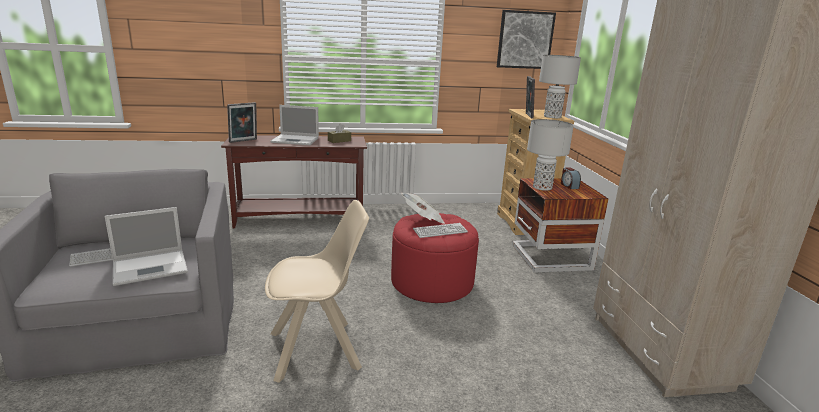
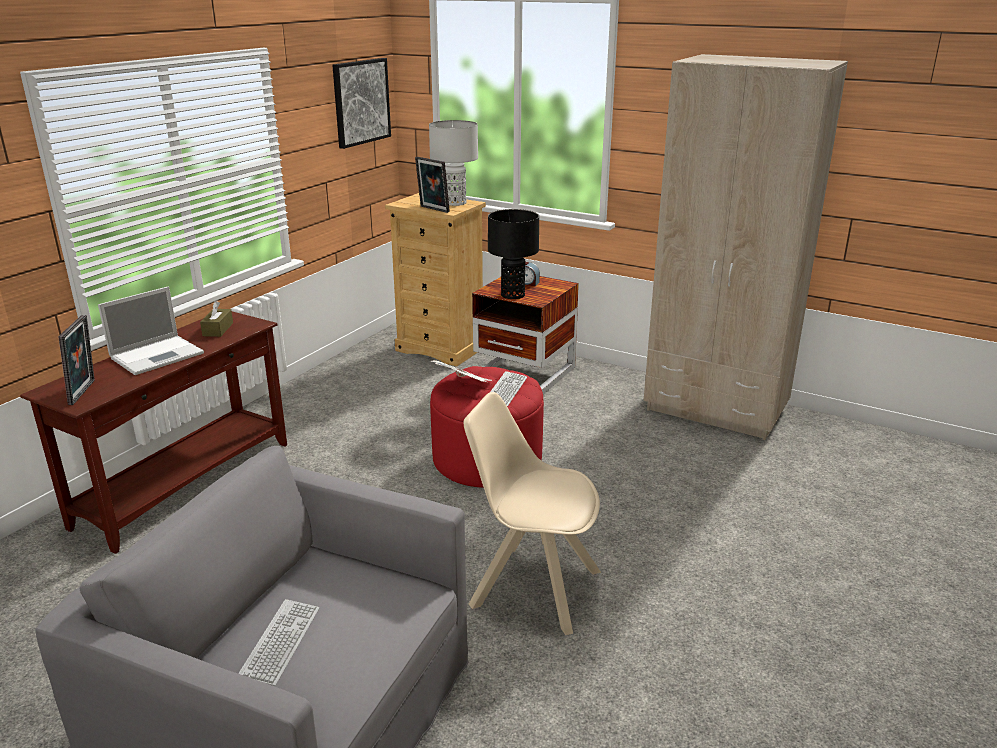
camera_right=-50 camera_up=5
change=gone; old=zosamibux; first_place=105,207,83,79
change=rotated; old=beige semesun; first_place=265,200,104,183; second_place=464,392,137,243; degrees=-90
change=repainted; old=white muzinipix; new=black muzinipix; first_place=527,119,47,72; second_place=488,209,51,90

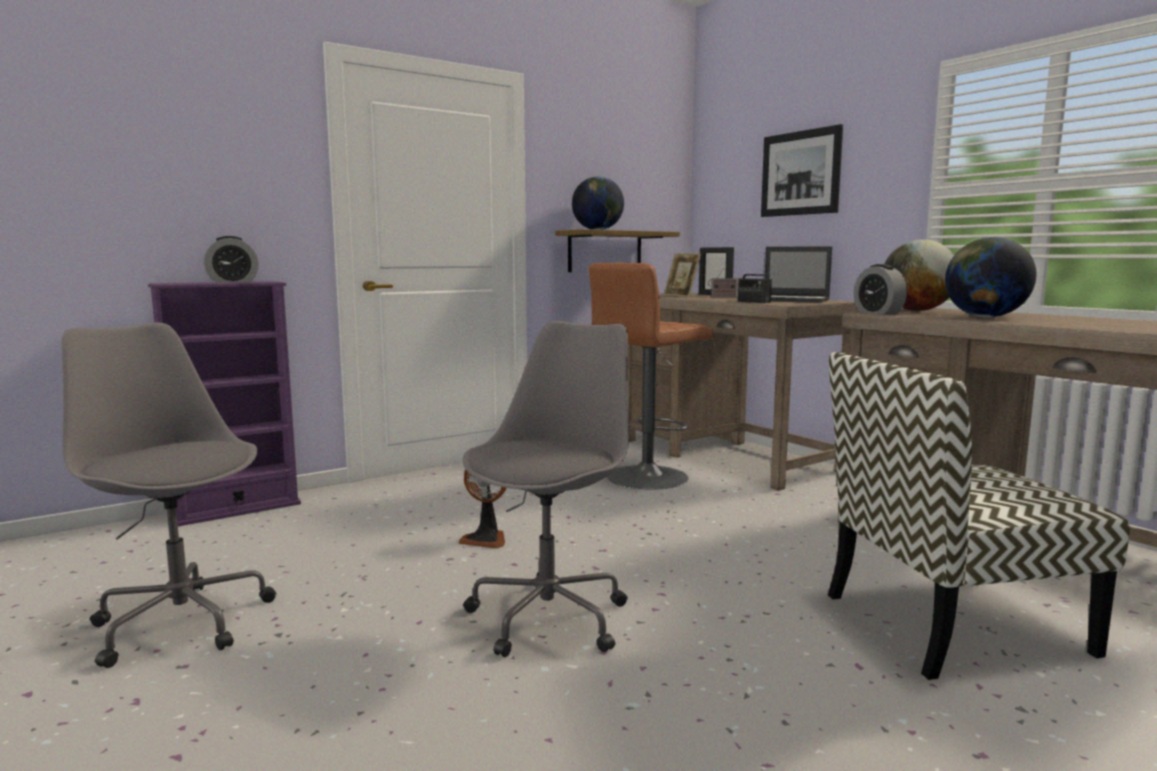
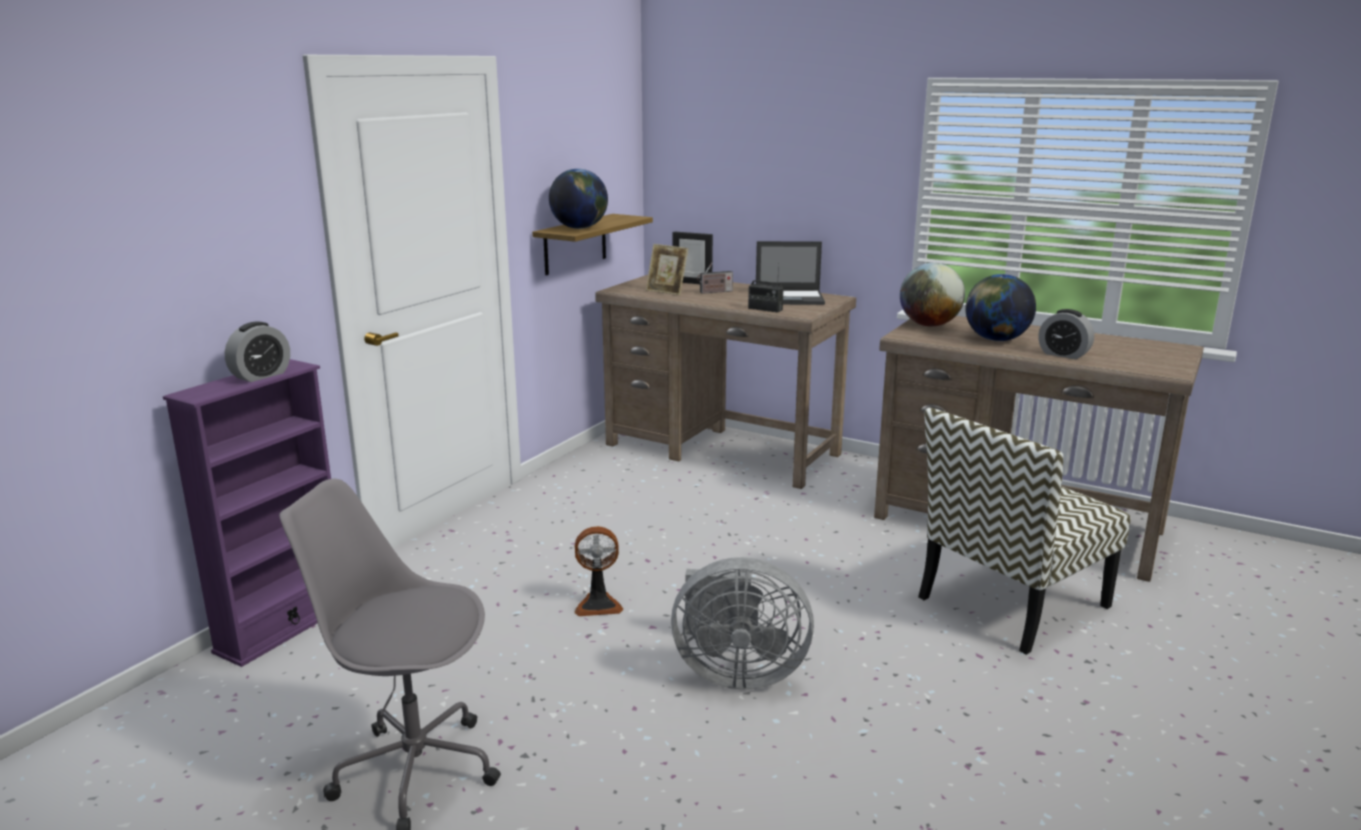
camera_right=-25 camera_up=10
change=swapped; old=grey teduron; new=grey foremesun; first_place=463,321,166,336; second_place=671,557,143,133
change=gone; old=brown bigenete; first_place=589,263,124,227
change=gone; old=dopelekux; first_place=761,124,82,93
change=shifted; old=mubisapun; first_place=853,264,54,50; second_place=1038,309,56,50

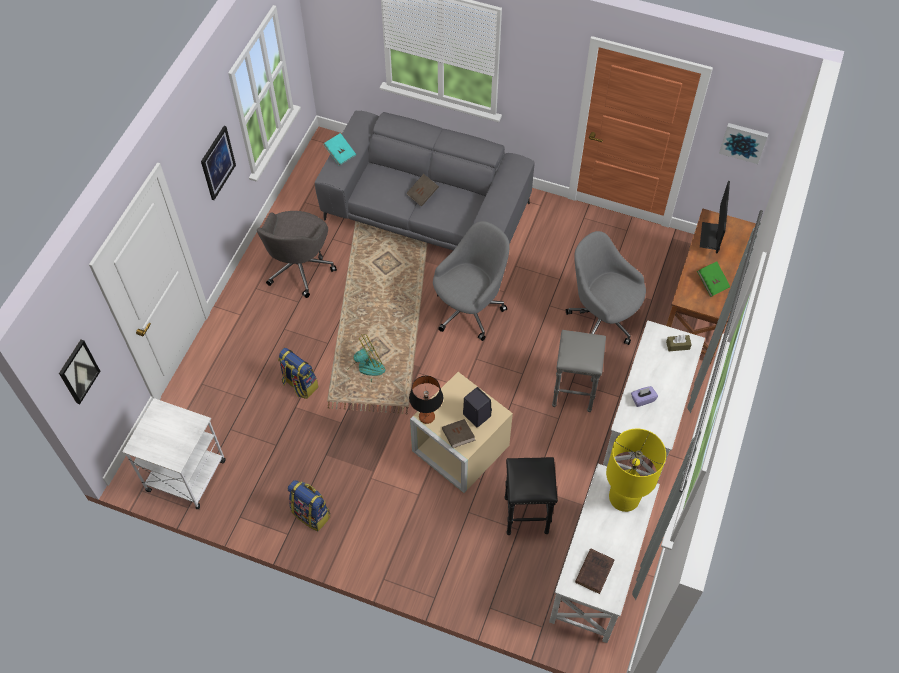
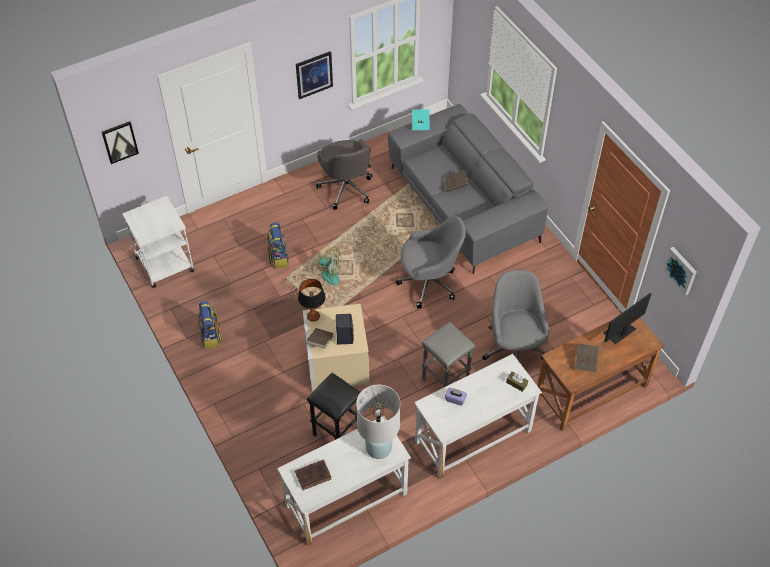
camera_right=40 camera_up=-5
change=rotated; old=grey teduron; first_place=257,211,80,87; second_place=316,139,56,71; degrees=-75
change=repainted; old=yellow muzinipix; new=white muzinipix; first_place=606,429,60,83; second_place=356,385,45,74
change=repainted; old=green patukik; new=brown patukik; first_place=697,261,33,36; second_place=575,343,24,29

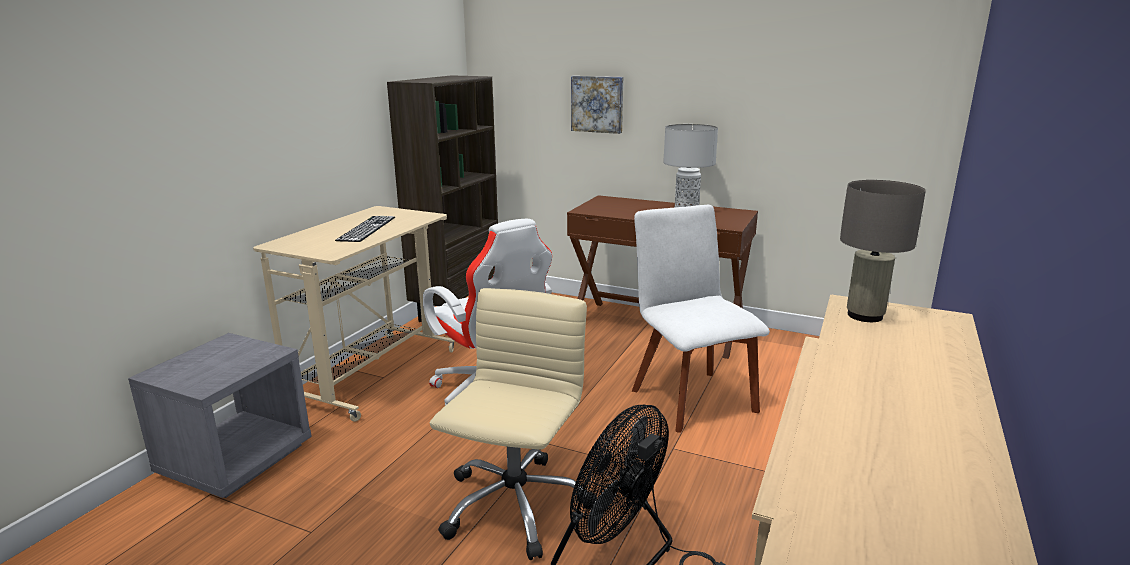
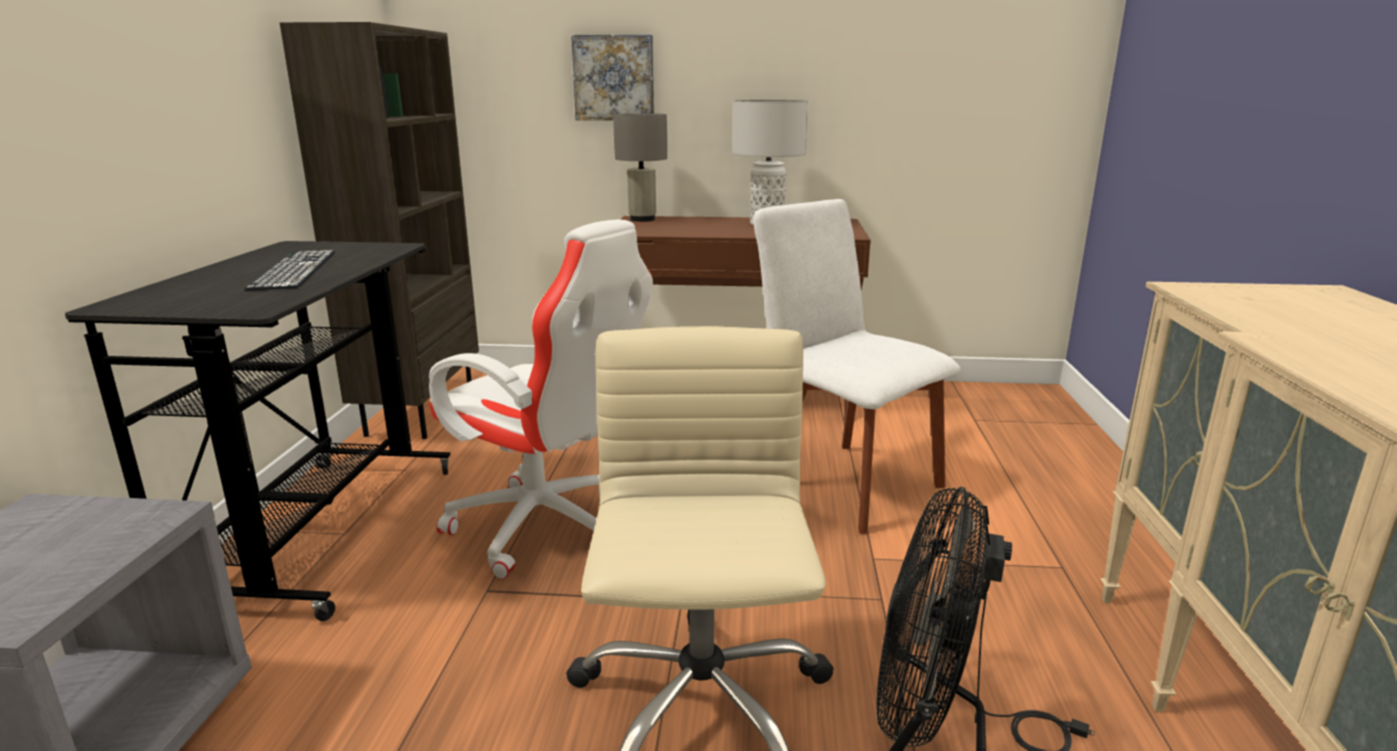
camera_right=-20 camera_up=0
change=repainted; old=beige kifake; new=black kifake; first_place=253,206,201,216; second_place=65,241,385,380
change=shifted; old=grey muzinipix; first_place=840,180,86,142; second_place=613,113,54,109

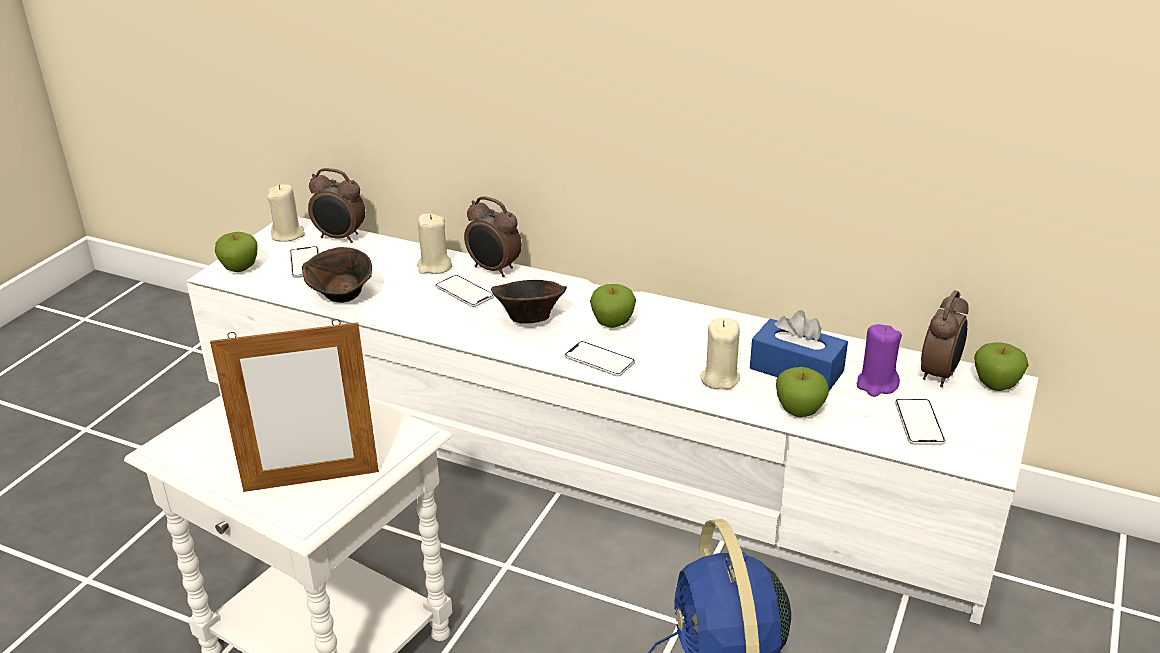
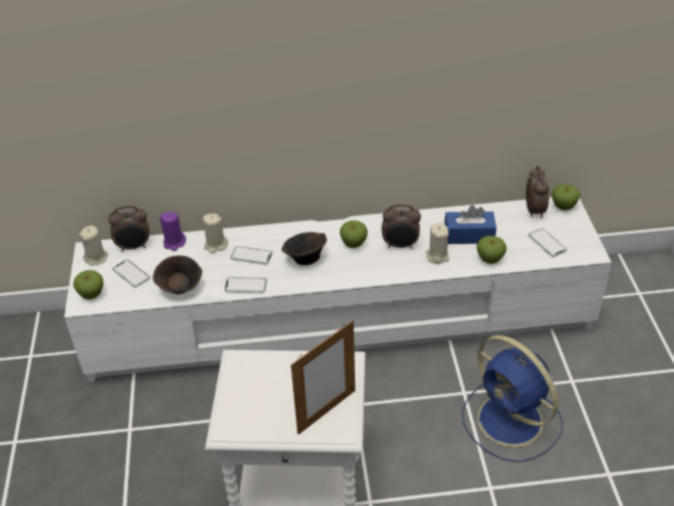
camera_right=-30 camera_up=10
change=shifted; old=mubisapun; first_place=464,196,58,81; second_place=382,204,39,45
change=shifted; old=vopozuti; first_place=564,341,71,35; second_place=225,277,42,16
change=shifted; old=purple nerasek; first_place=857,324,45,73; second_place=160,211,26,40

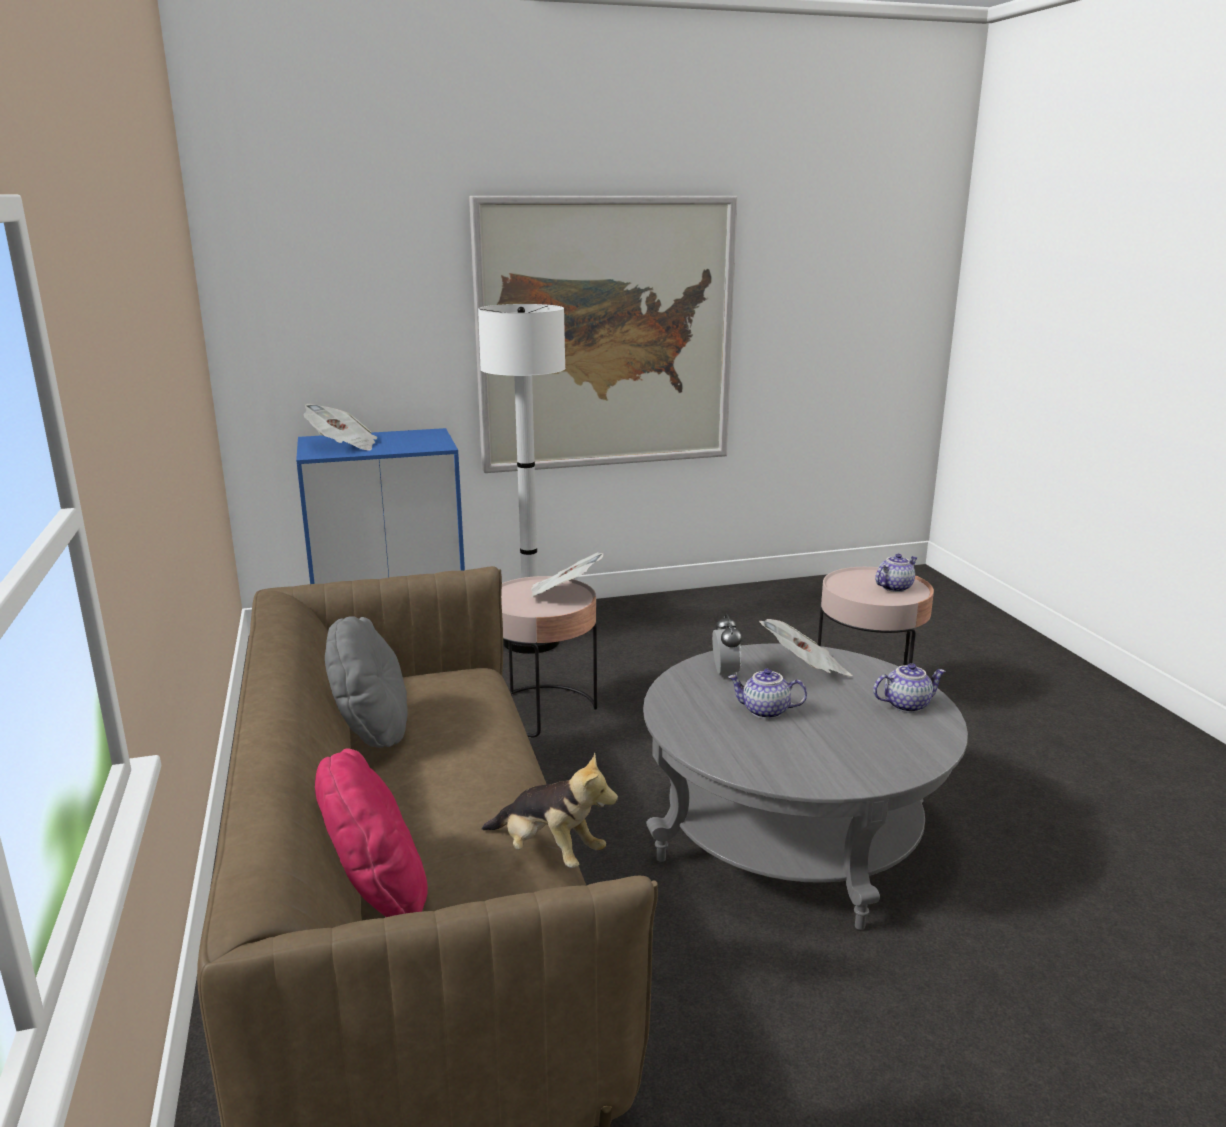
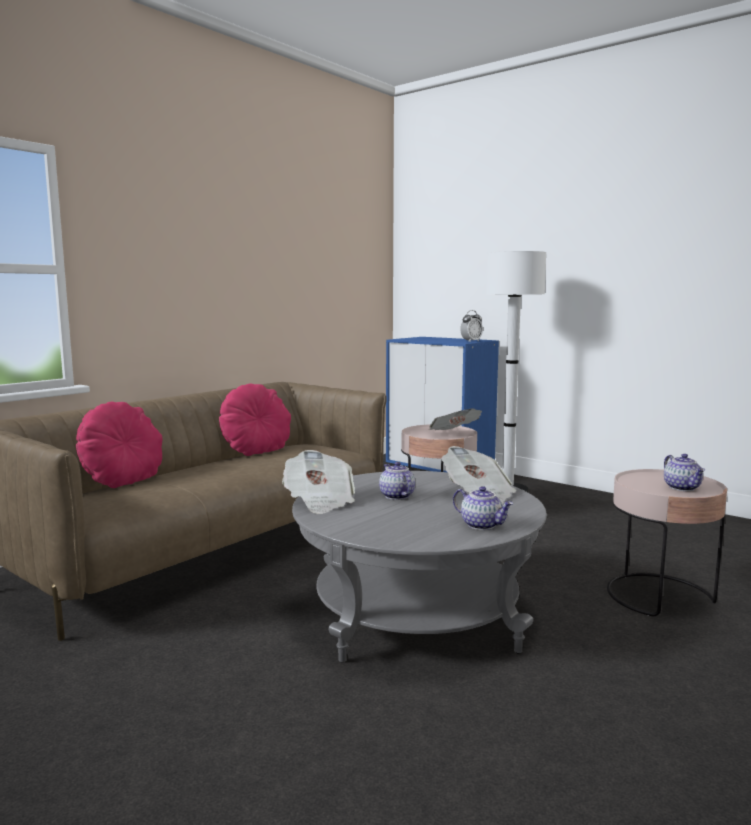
camera_right=55 camera_up=-10
change=shifted; old=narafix; first_place=303,404,74,47; second_place=282,450,73,64
change=repainted; old=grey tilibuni; new=pink tilibuni; first_place=325,616,83,132; second_place=219,384,72,72
change=gone; old=dopelekux; first_place=469,196,269,277
change=gone; old=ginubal; first_place=482,753,136,115
change=shifted; old=mubisapun; first_place=712,613,30,63; second_place=460,310,23,32
change=rotated; old=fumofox; first_place=875,554,43,38; second_place=664,454,41,37; degrees=60

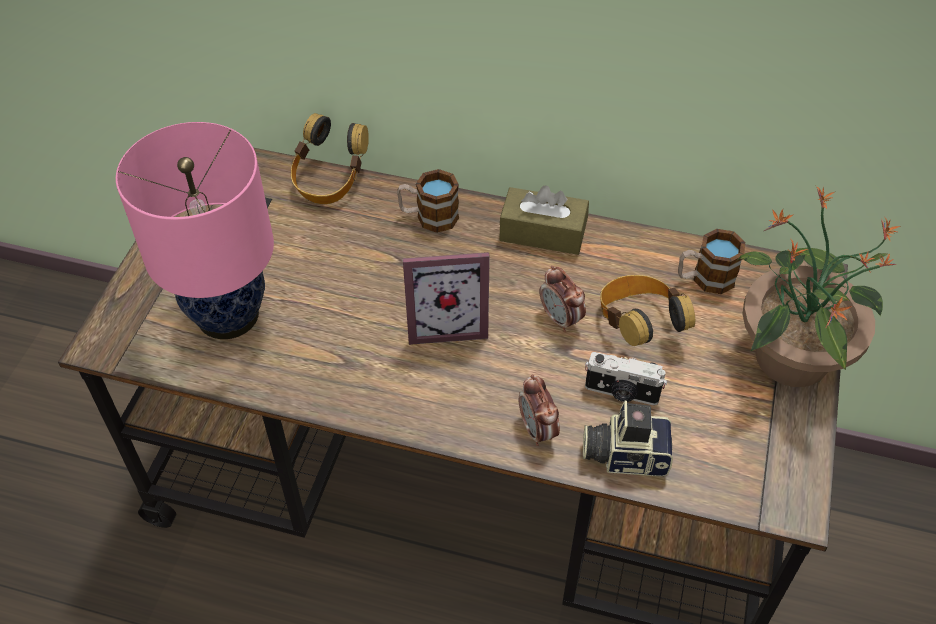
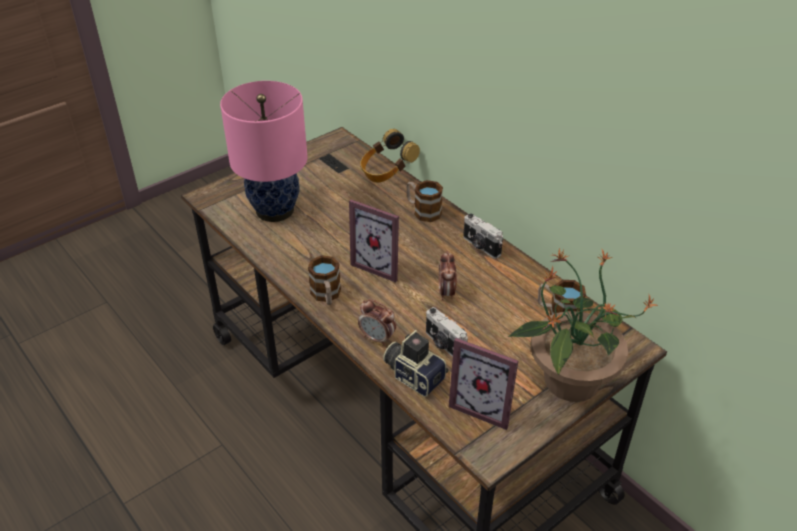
camera_right=35 camera_up=-10
change=swapped; old=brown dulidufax; new=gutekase; first_place=499,185,90,70; second_place=463,213,40,46
change=rotated; old=mubisapun; first_place=519,374,41,72; second_place=358,299,38,47; degrees=-75
change=gone; old=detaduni; first_place=600,275,95,71
change=new; new=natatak; second_place=308,255,33,50
change=new; new=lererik; second_place=449,338,69,92

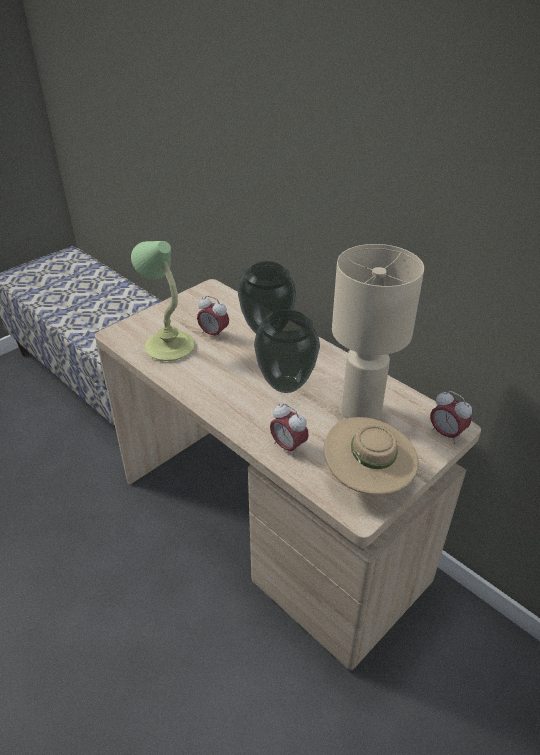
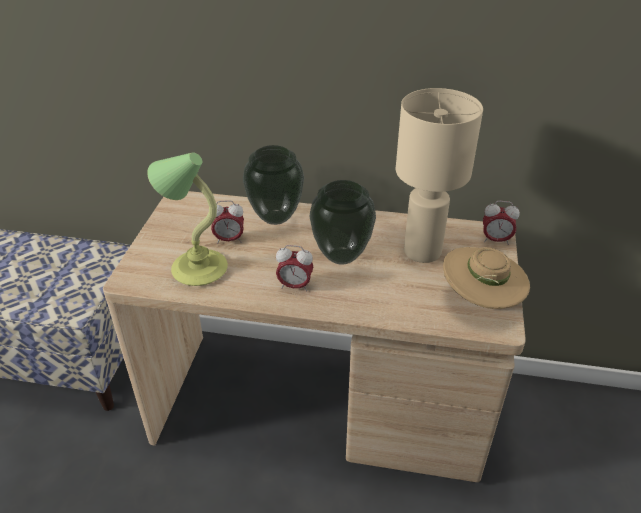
camera_right=-35 camera_up=0
change=shifted; old=mubisapun; first_place=270,403,39,54; second_place=276,245,37,47

